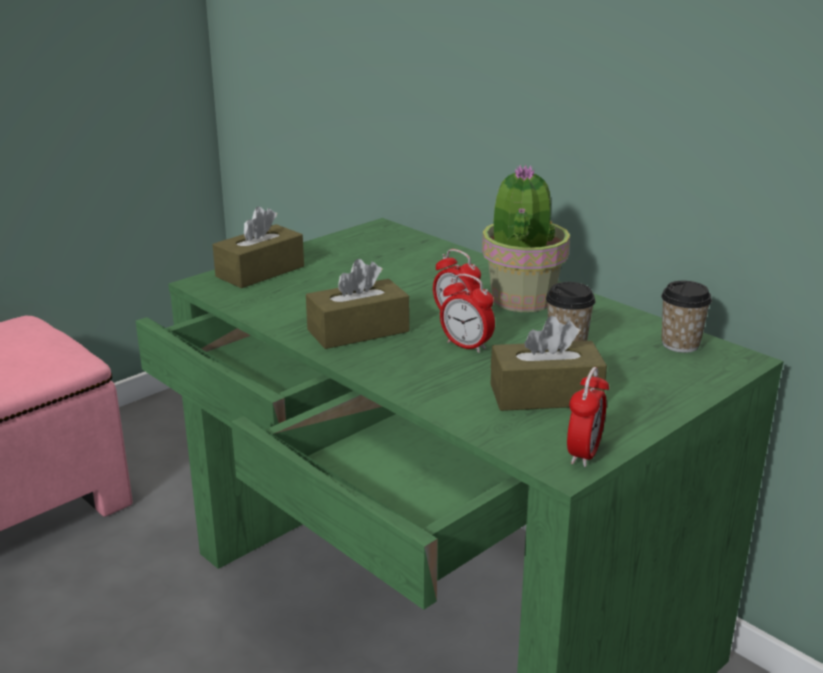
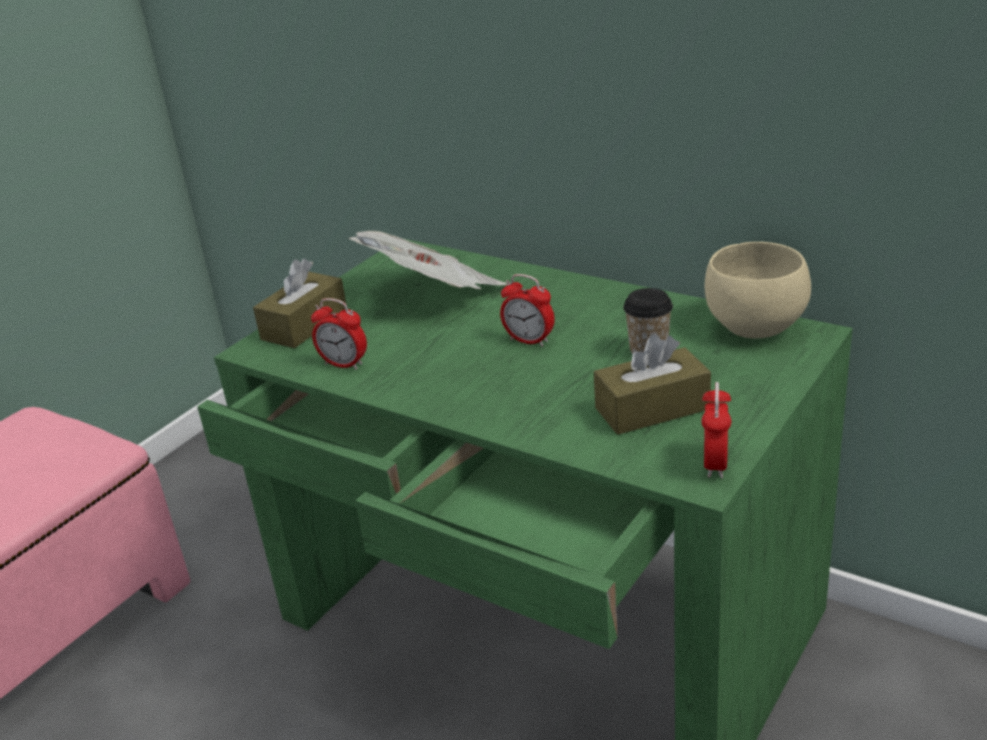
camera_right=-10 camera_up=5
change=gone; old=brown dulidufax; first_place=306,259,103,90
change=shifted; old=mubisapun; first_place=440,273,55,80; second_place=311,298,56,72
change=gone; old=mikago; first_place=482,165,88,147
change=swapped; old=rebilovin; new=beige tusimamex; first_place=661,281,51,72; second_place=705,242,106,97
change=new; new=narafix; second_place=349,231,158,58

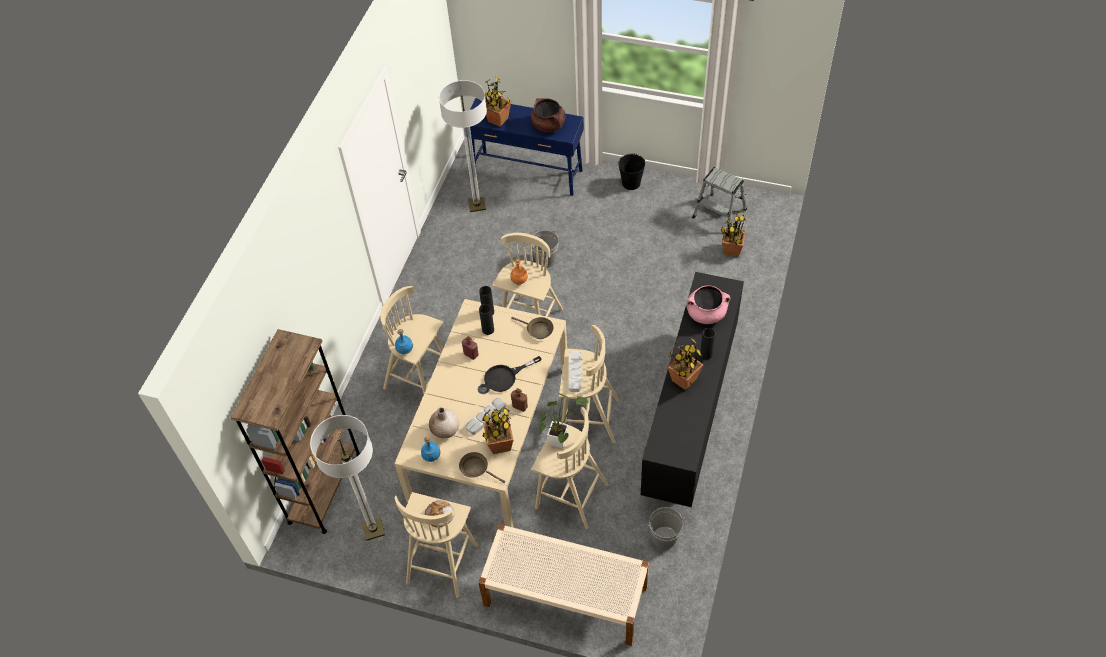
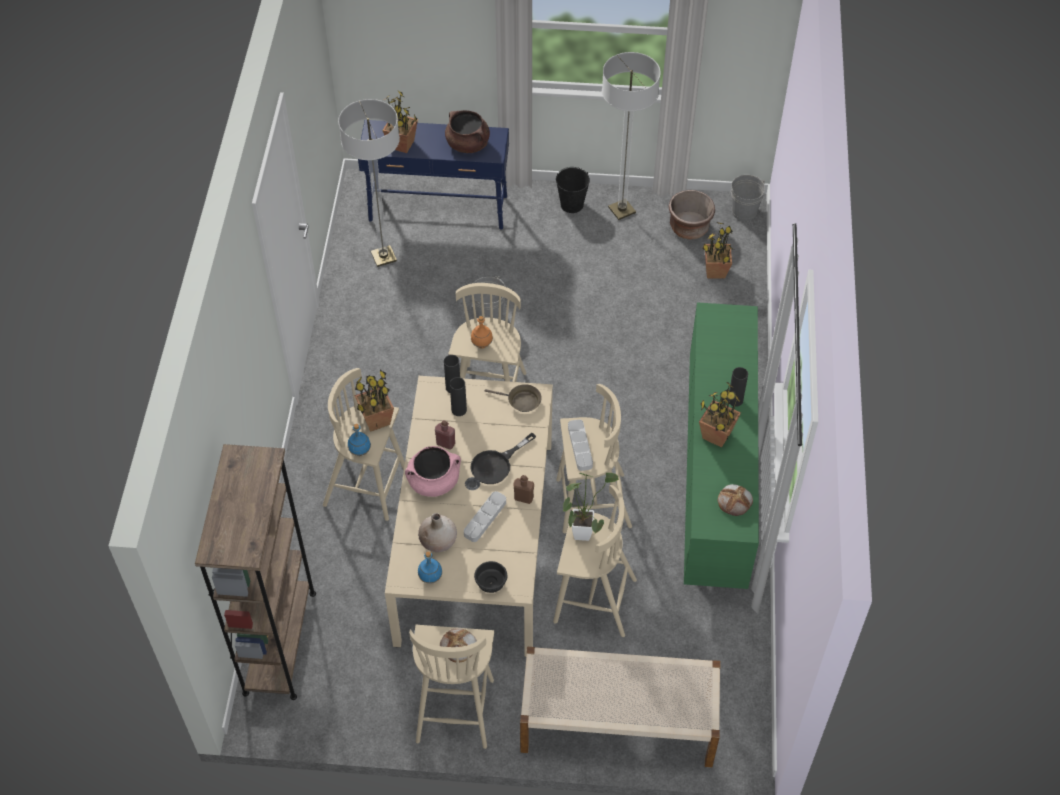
camera_right=-15 camera_up=0
change=shifted; old=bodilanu; first_place=310,415,75,126; second_place=602,52,59,168
change=swapped; old=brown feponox; new=black tusimamex; first_place=459,452,46,31; second_place=474,561,33,32
change=shifted; old=mikago; first_place=482,407,31,47; second_place=354,370,40,62
change=repainted; old=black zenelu; new=green zenelu; first_place=641,272,103,235; second_place=684,302,75,287
change=shifted; old=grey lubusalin; first_place=647,507,38,43; second_place=730,175,35,46
change=shifted; old=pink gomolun; first_place=686,285,44,39; second_place=405,446,56,51
change=swapped; old=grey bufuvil; new=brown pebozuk; first_place=692,167,55,60; second_place=668,190,47,50
change=new; new=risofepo; second_place=718,484,35,32

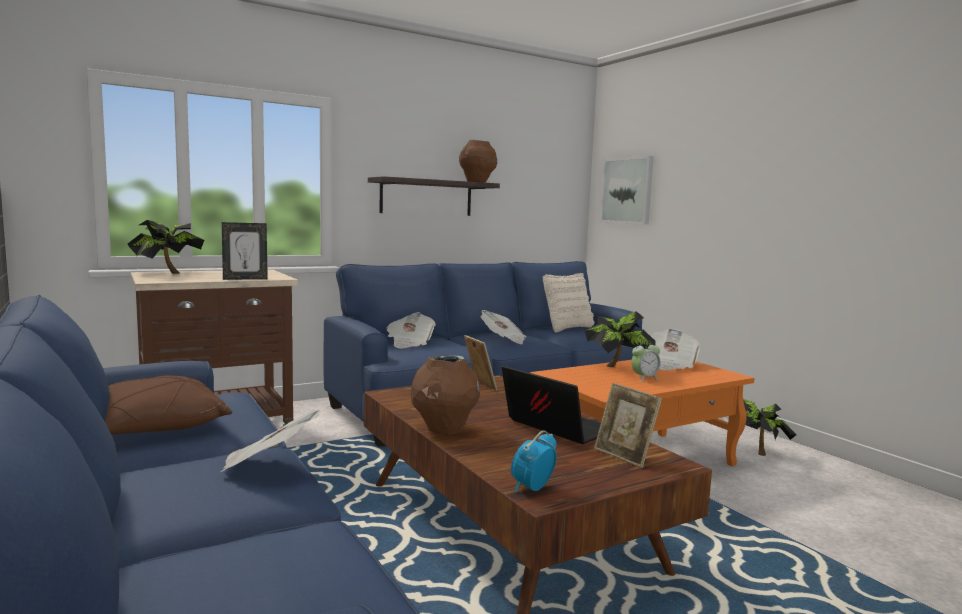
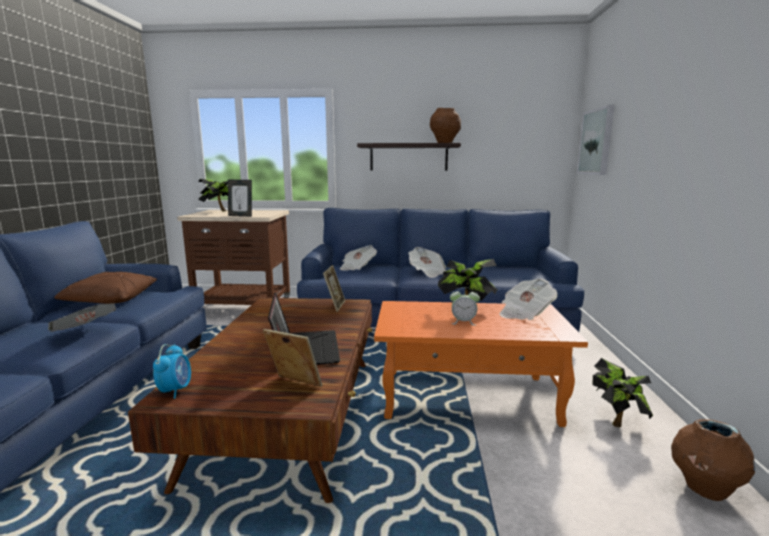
camera_right=35 camera_up=5
change=shifted; old=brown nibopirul; first_place=411,355,69,80; second_place=671,419,84,82
change=rotated; old=mubisapun; first_place=511,430,46,62; second_place=153,344,38,55; degrees=105
change=gone; old=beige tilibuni; first_place=543,273,52,60
change=rotated; old=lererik; first_place=594,383,68,85; second_place=263,329,59,58; degrees=120

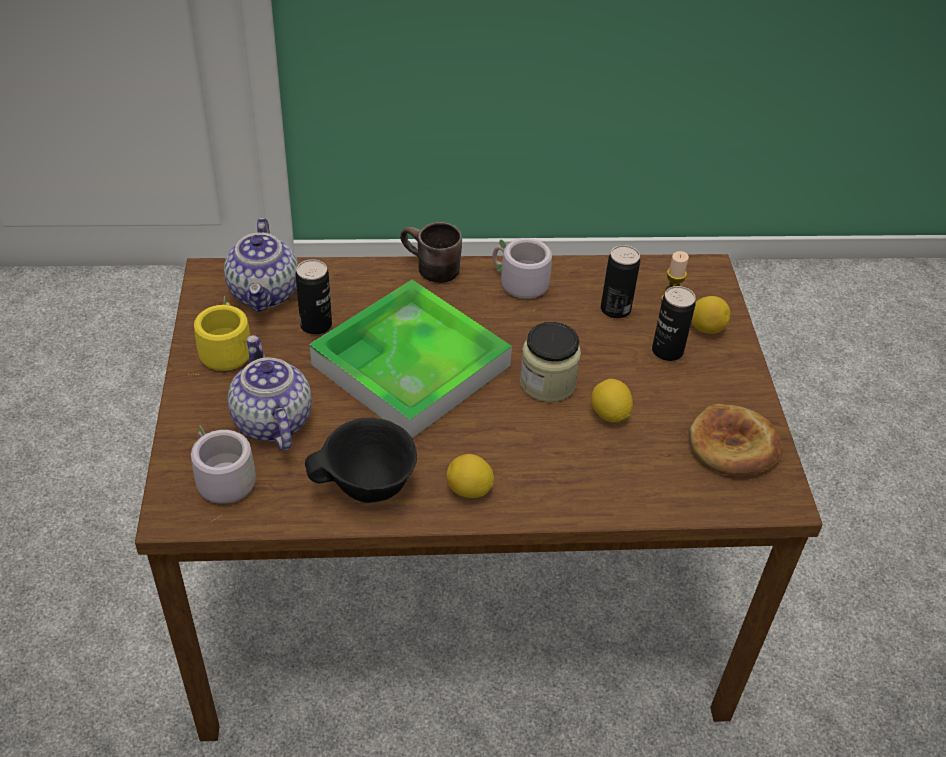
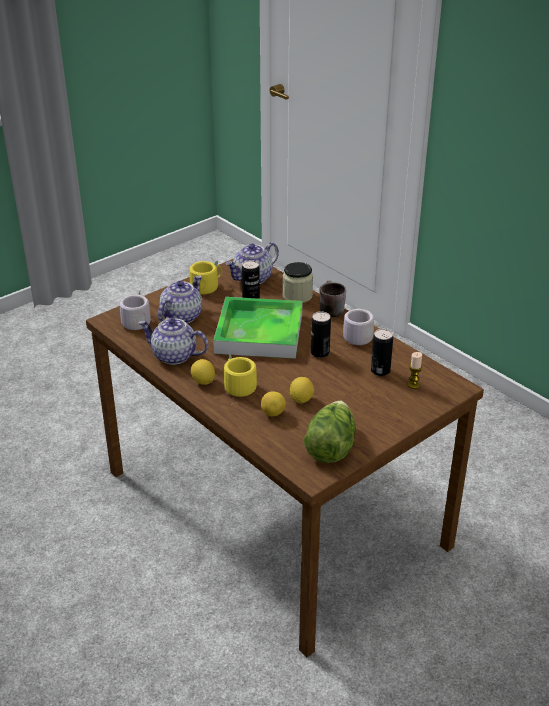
camera_right=55 camera_up=-10
change=swapped; old=black tusimamex; new=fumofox; first_place=305,418,112,85; second_place=138,318,70,47
change=shifted; old=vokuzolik; first_place=520,322,61,80; second_place=283,262,30,41
change=shifted; old=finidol; first_place=652,286,44,75; second_place=311,311,20,47
change=swapped; old=risofepo; new=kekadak; first_place=689,404,94,72; second_place=304,400,52,63
change=shifted; old=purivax; first_place=691,296,39,38; second_place=261,391,25,25
change=new; new=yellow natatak; second_place=224,354,33,50

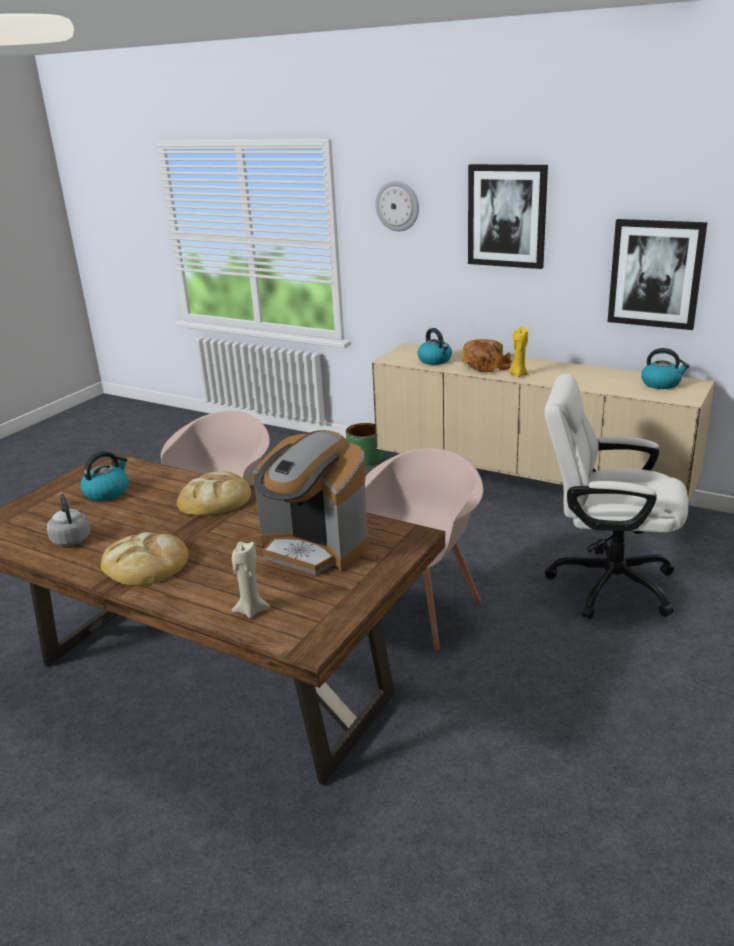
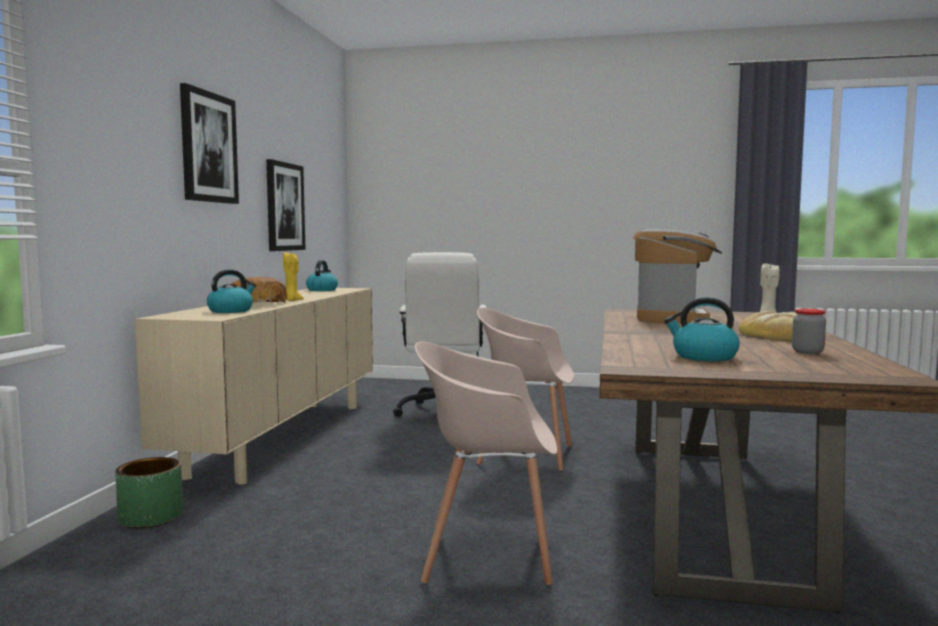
camera_right=-110 camera_up=-20
change=swapped; old=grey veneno; new=vokuzolik; first_place=47,494,43,52; second_place=792,308,34,46
change=gone; old=risofepo; first_place=177,471,74,45
change=gone; old=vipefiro; first_place=375,181,44,50

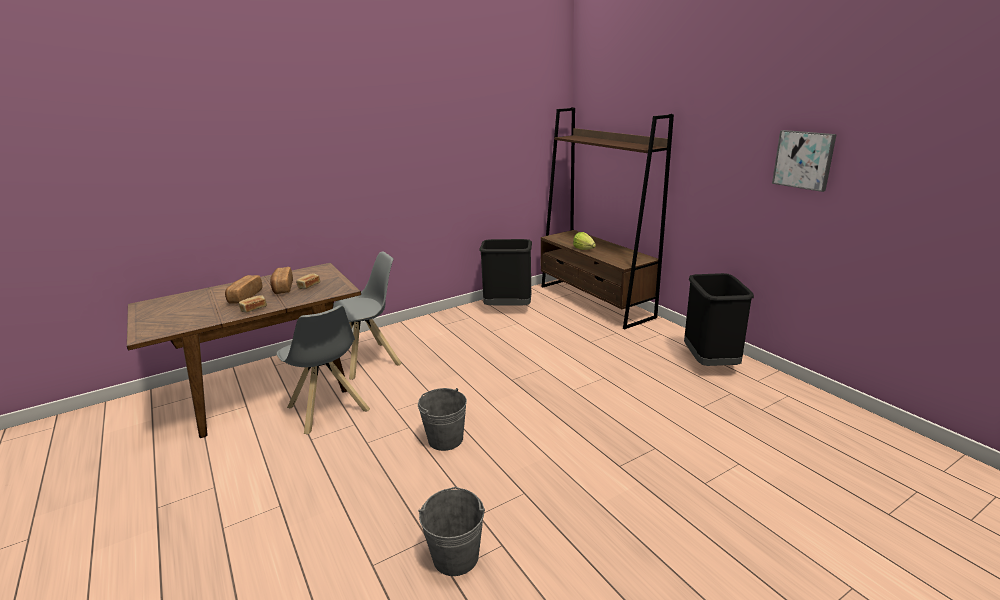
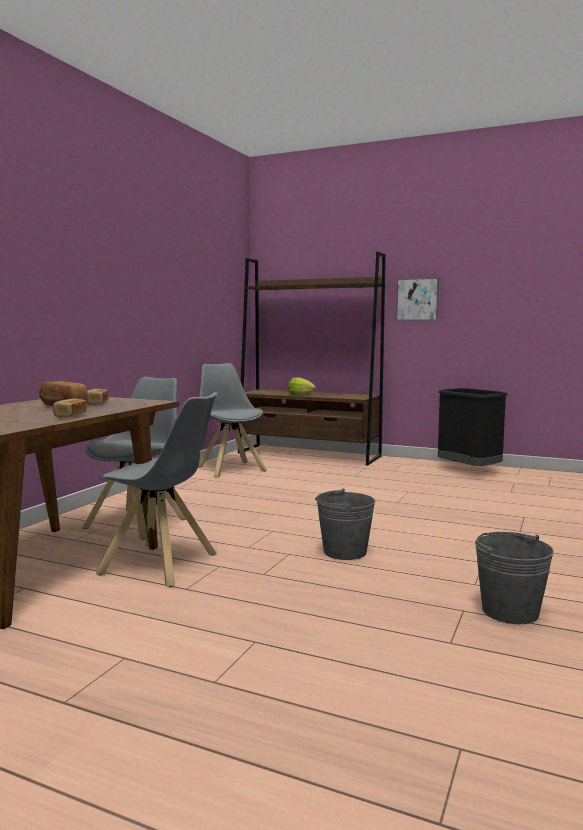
camera_right=-35 camera_up=-15
change=gone; old=risofepo; first_place=225,275,38,29
change=swapped; old=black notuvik; new=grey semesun; first_place=479,239,53,67; second_place=198,363,69,115
change=shifted; old=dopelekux; first_place=772,130,65,62; second_place=396,278,43,43

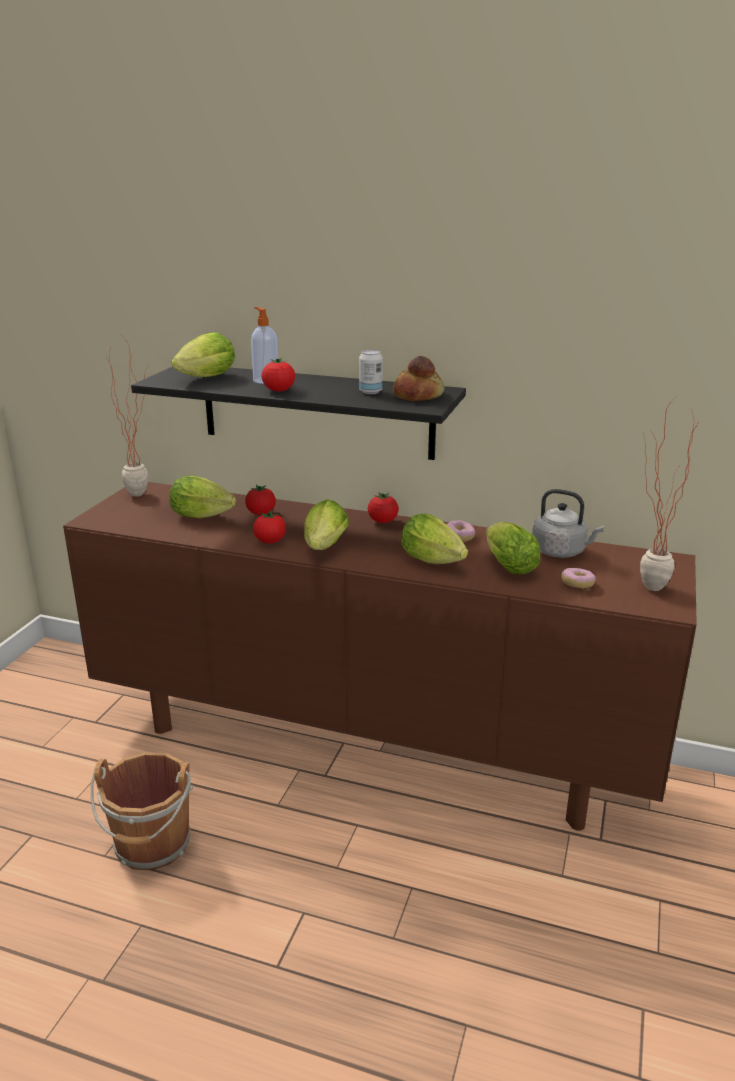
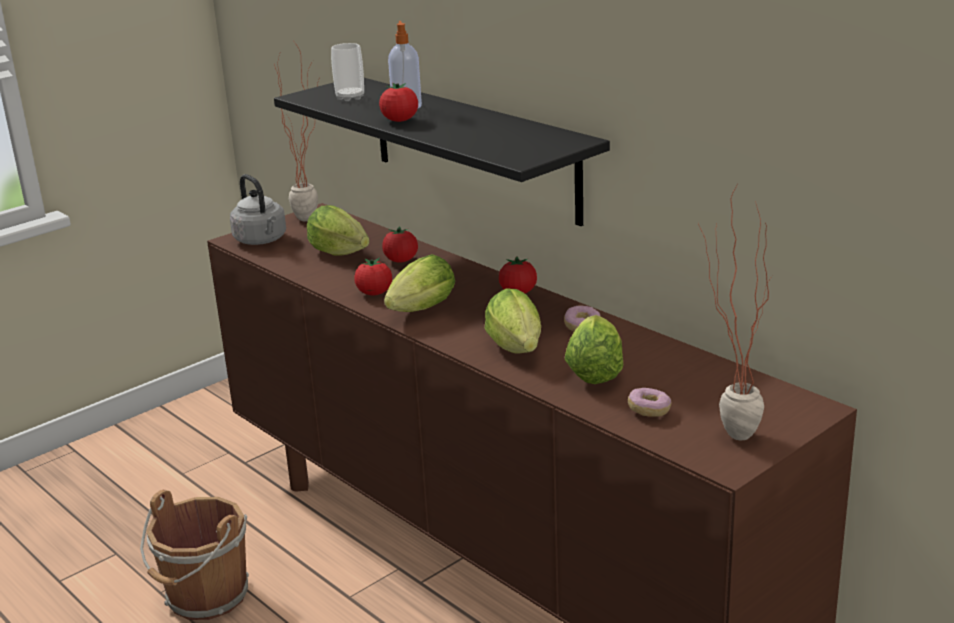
camera_right=30 camera_up=0
change=swapped; old=kekadak; new=rebilovin; first_place=172,332,63,45; second_place=331,43,33,58
change=gone; old=finidol; first_place=359,350,24,44
change=gone; old=risofepo; first_place=393,356,52,45
change=shifted; old=grey veneno; first_place=532,489,72,69; second_place=230,174,56,71

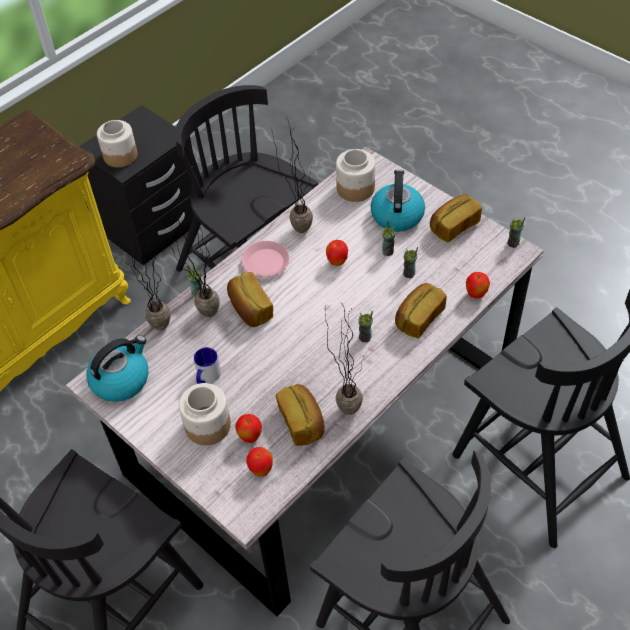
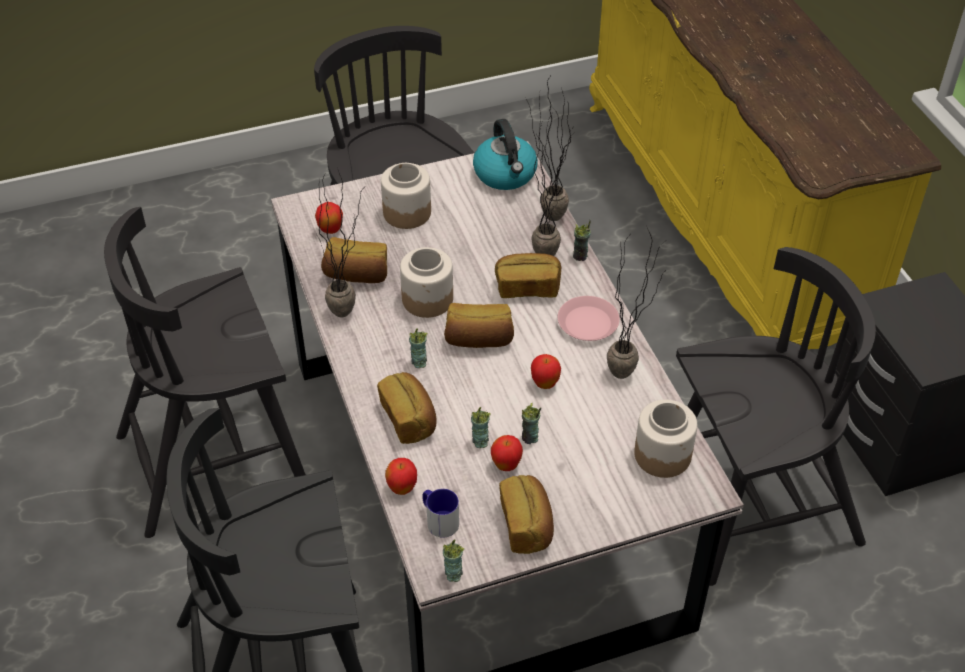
camera_right=115 camera_up=-5
change=shifted; old=vokuzolik; first_place=97,120,41,48; second_place=400,247,53,71
change=shifted; old=natatak; first_place=194,347,27,37; second_place=422,489,37,49
change=shifted; old=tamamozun; first_place=235,414,27,29; second_place=491,435,32,36
change=gone; old=veneno; first_place=371,169,54,63
change=new; new=risofepo; second_place=444,303,70,45

